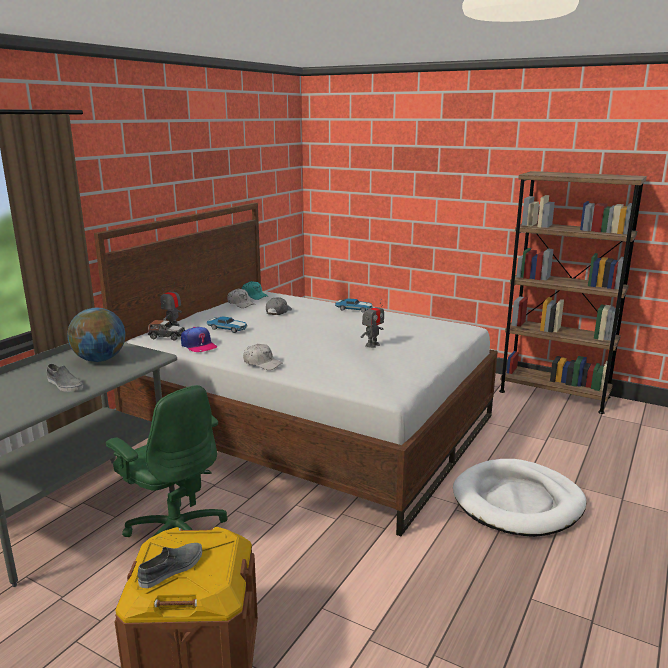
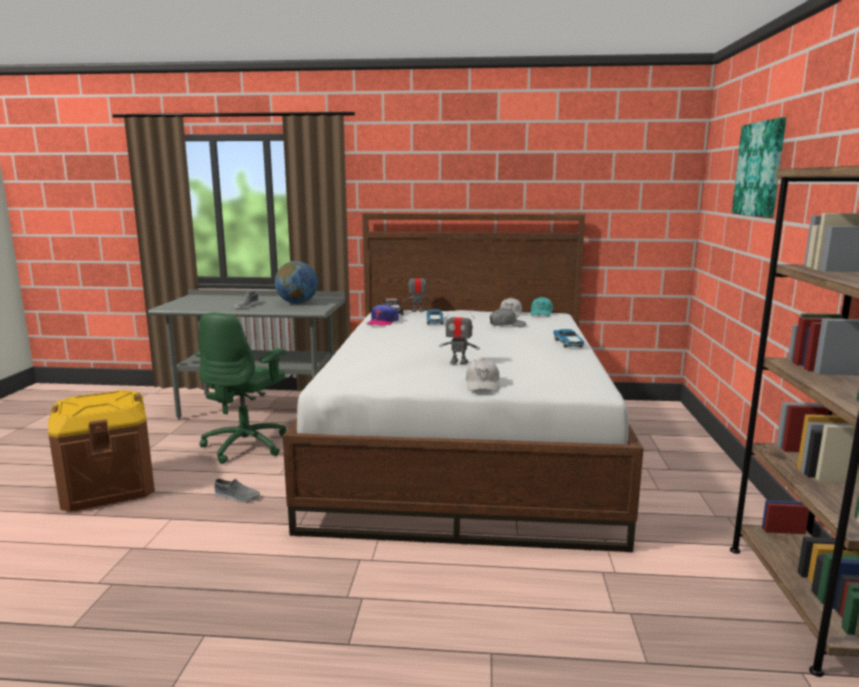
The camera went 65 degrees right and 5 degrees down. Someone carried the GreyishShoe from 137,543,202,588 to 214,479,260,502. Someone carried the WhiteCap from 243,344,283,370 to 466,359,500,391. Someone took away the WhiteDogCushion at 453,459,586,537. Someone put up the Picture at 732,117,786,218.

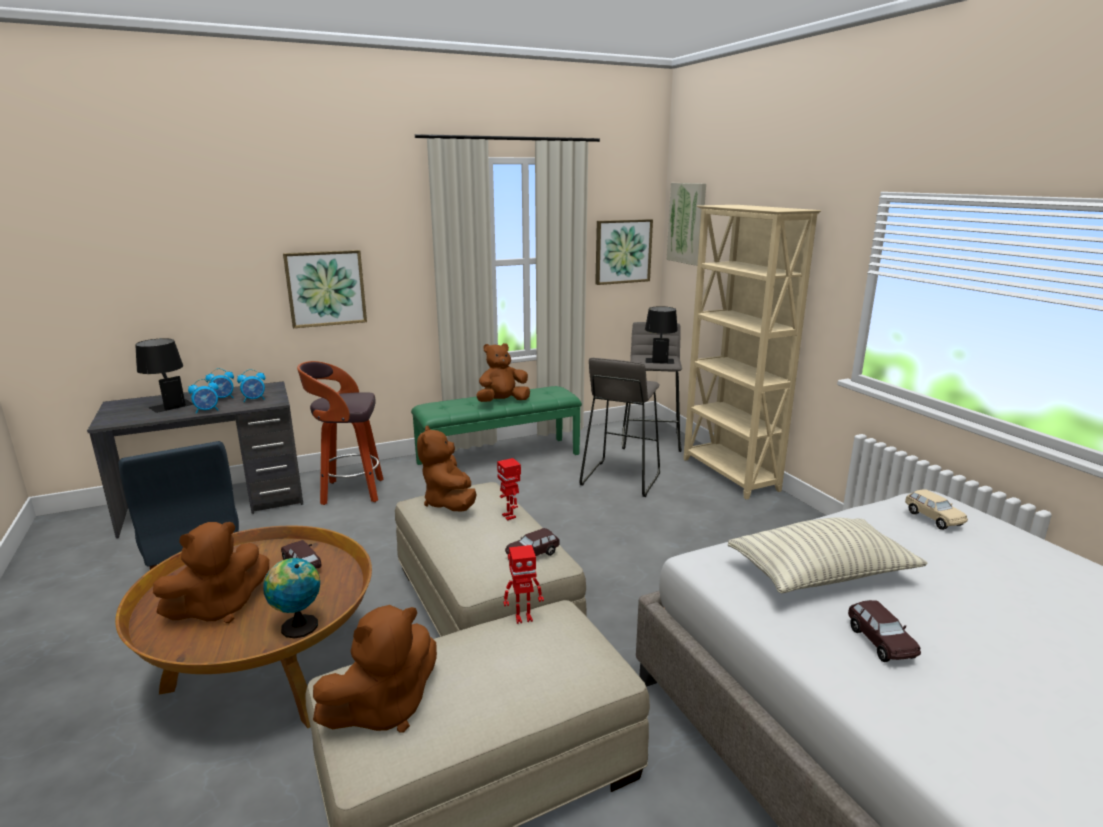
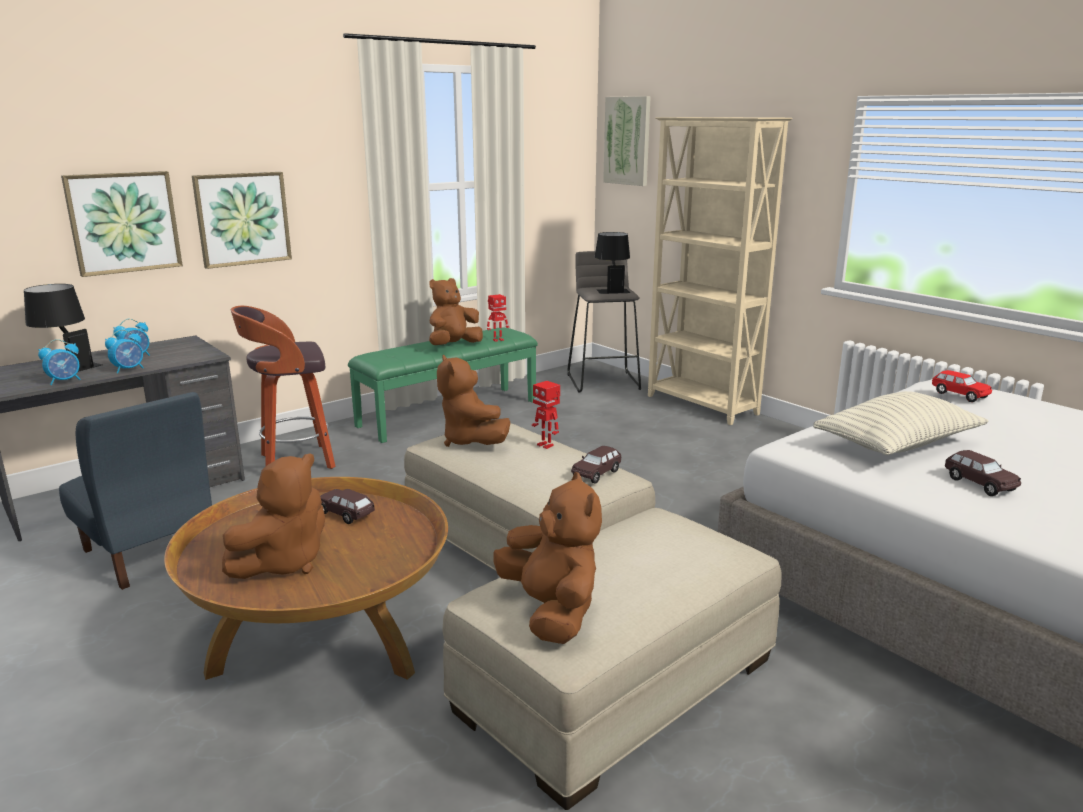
The camera went 15 degrees left and 0 degrees up. Someone carried the TableClock from 237,369,265,402 to 38,339,81,385. Someone took away the DeskGlobe at 263,558,320,639. Someone rotated the BrownishCuddlyToy at 313,605,437,733 by 60 degrees counterclockwise. Someone carried the ModelRobot from 504,545,544,624 to 487,294,510,342. Someone took away the GreyishSittingStool at 579,358,660,497. Someone carried the Picture from 595,219,653,285 to 61,171,183,277. Someone repainted the BeigeToyCar at 905,489,968,530, which became the RedToyCar at 932,370,992,402.

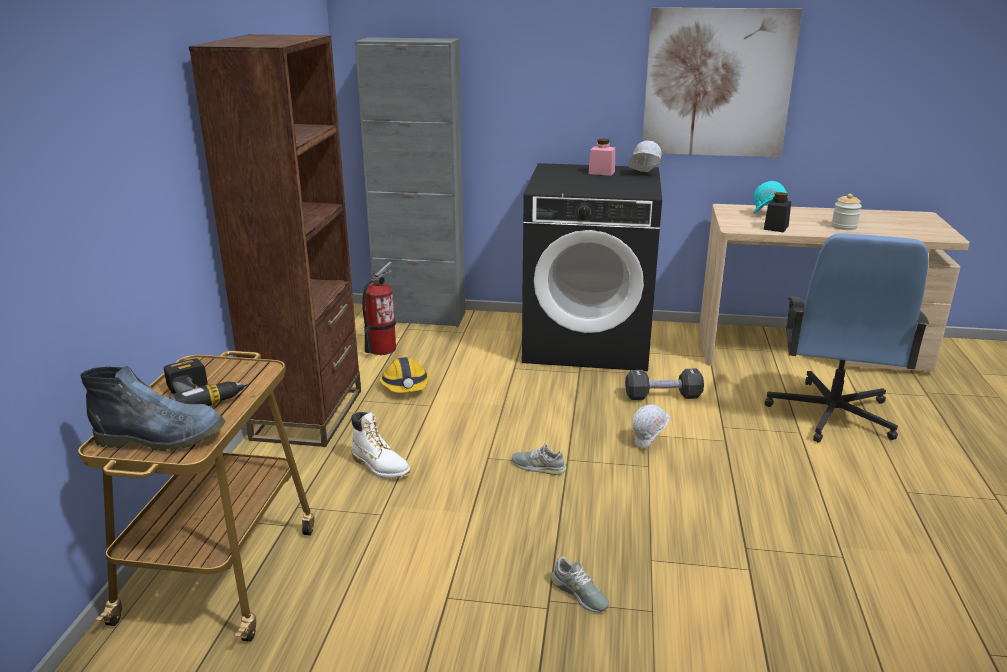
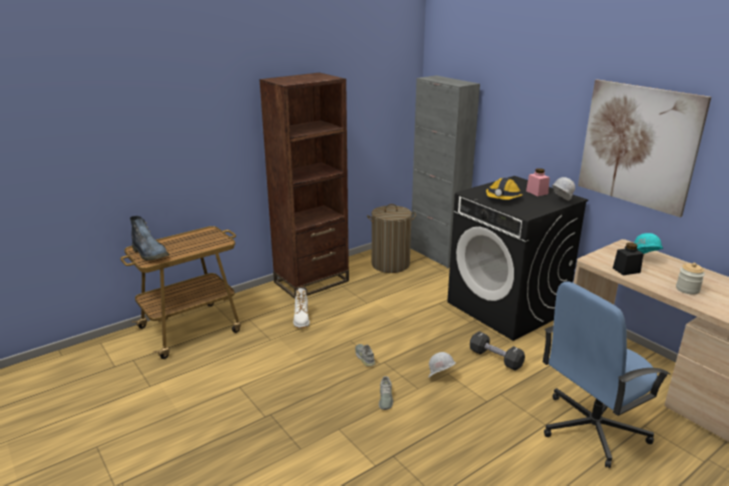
The camera went 45 degrees right and 0 degrees up. Someone took away the ElectricDrill at 164,358,248,406. Someone swapped the Extinguisher at 362,262,396,355 for the Hamper at 367,204,416,273. Someone carried the HardHat from 379,357,430,393 to 486,178,523,200. Someone carried the GreyishShoe from 551,557,609,612 to 379,376,393,410.

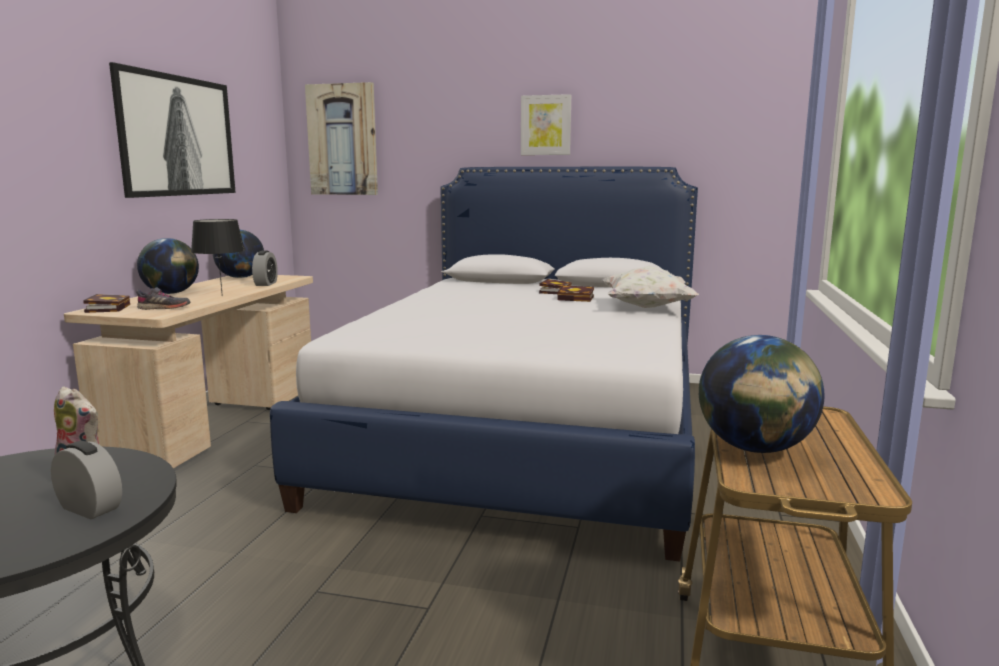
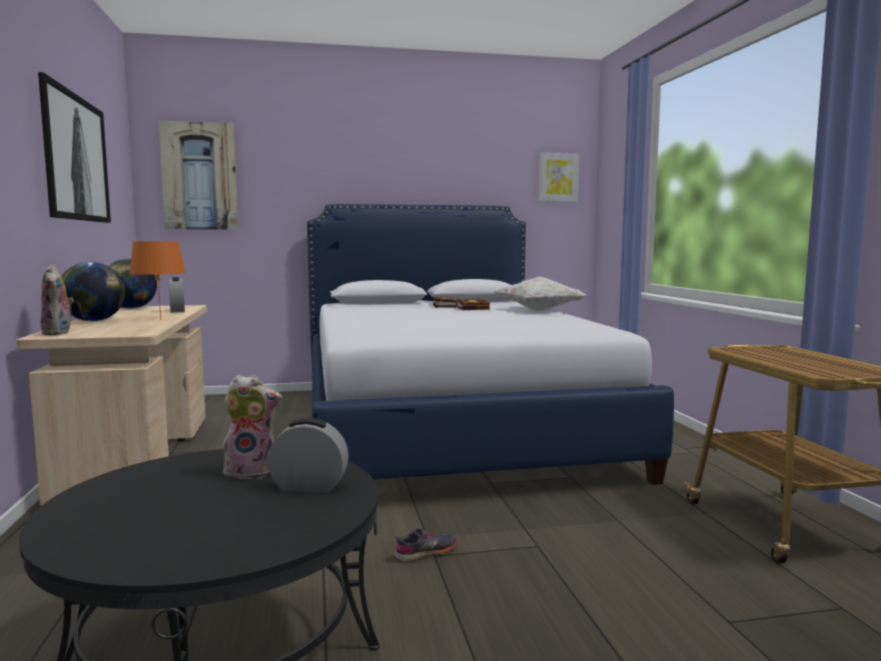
The camera went 25 degrees left and 5 degrees down. Someone swapped the BoundBook at 83,294,130,313 for the CuddlyToy at 40,265,74,335. Someone carried the GreyishShoe from 136,287,191,310 to 395,529,457,563. Someone repainted the BlackishLampForATable at 191,219,245,296, which became the OrangeyLampForATable at 129,242,186,320. Someone carried the Picture from 521,94,571,155 to 538,153,579,202. Someone took away the DeskGlobe at 699,335,825,453.

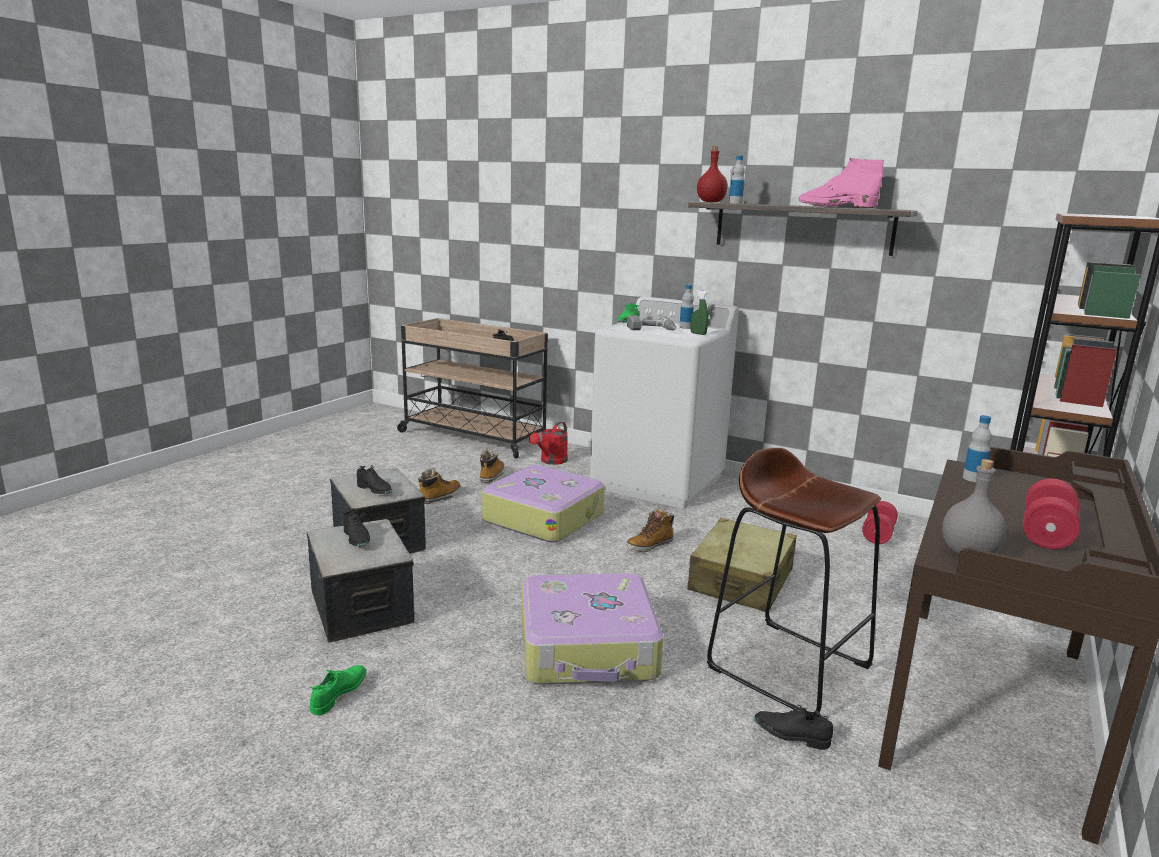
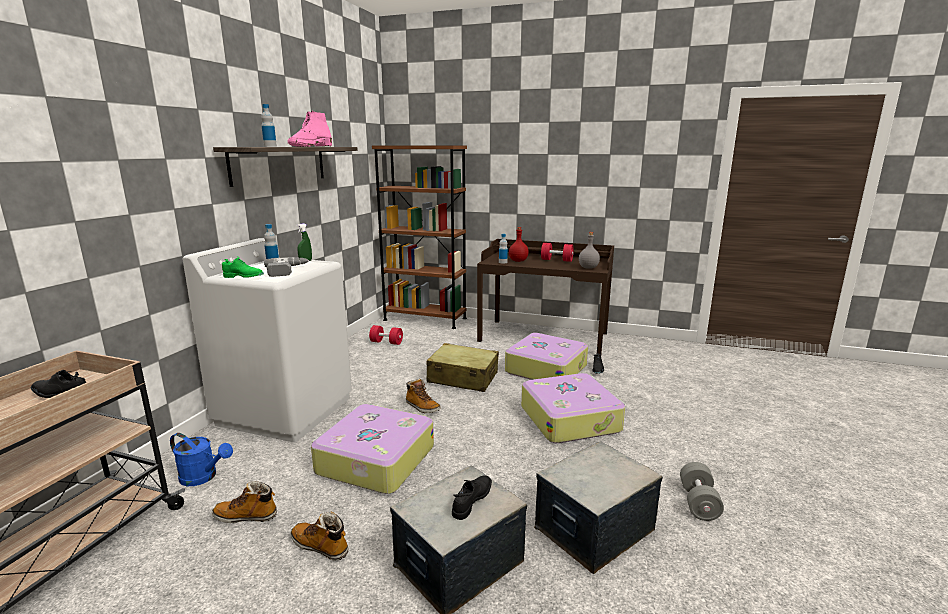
The camera went 100 degrees left and 0 degrees up. Someone swapped the GreenShoe at 310,665,367,715 for the GreyishDumbbell at 680,462,724,521. Someone took away the BlackishShoe at 343,508,370,547. Someone repainted the RedWateringPot at 529,422,568,465, which became the BlueWateringPot at 170,433,233,486. Someone carried the RedBeverageBottle from 697,147,728,202 to 509,227,529,262. Someone swapped the BrownishSittingStool at 707,448,881,717 for the TravelCase at 505,333,588,380.

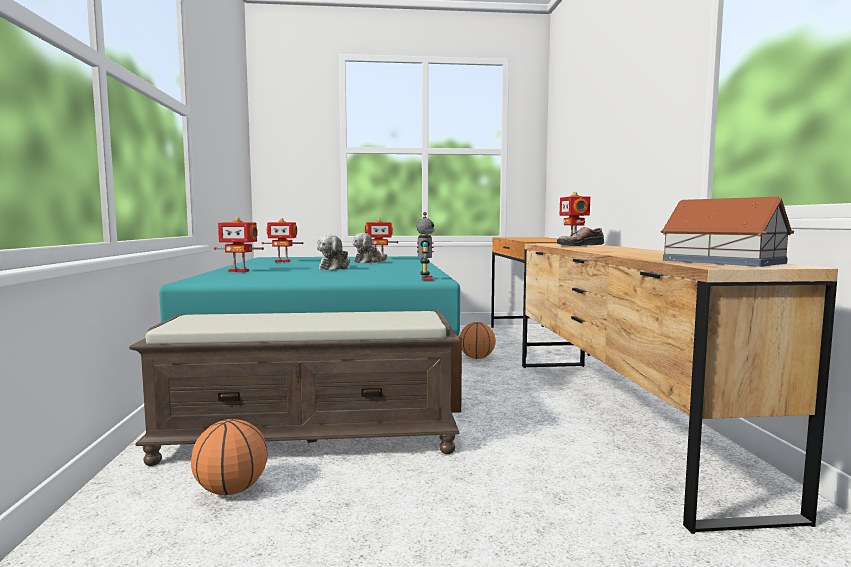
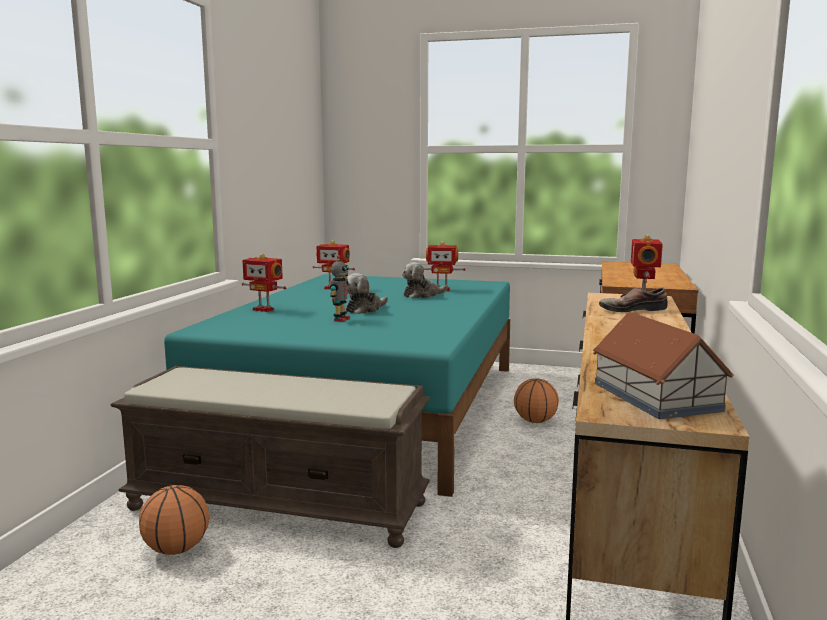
The camera went 20 degrees right and 5 degrees up. Someone carried the ModelRobot from 416,212,435,280 to 330,255,350,322.

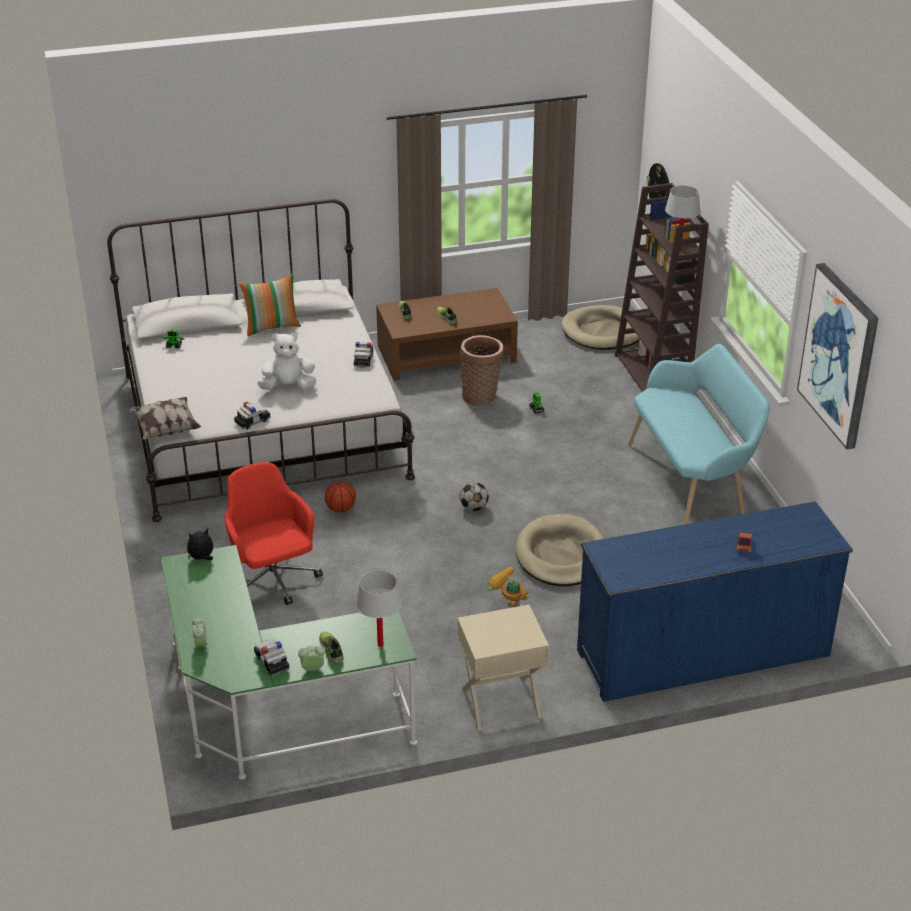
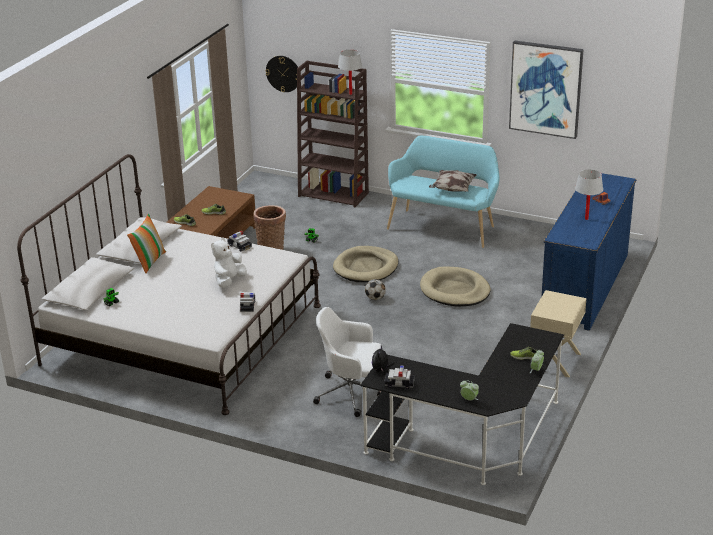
The camera went 50 degrees left and 5 degrees down. Someone carried the Pillow from 129,397,201,439 to 429,170,477,192. Someone repainted the GreenDeskUnit at 161,545,417,780, which became the BlackishDeskUnit at 360,323,564,485. Someone repainted the RedOfficeChair at 224,462,323,605, which became the WhiteOfficeChair at 313,307,382,417. Someone carried the ToyCar from 254,638,289,676 to 384,365,415,389. Someone took away the Basketball at 325,481,356,513. Someone carried the WhiteLampForATable from 356,570,402,647 to 575,169,603,220. Someone took away the ModelRobot at 487,567,530,608. Someone carried the BeigeDogCushion from 561,305,640,350 to 333,246,398,282.

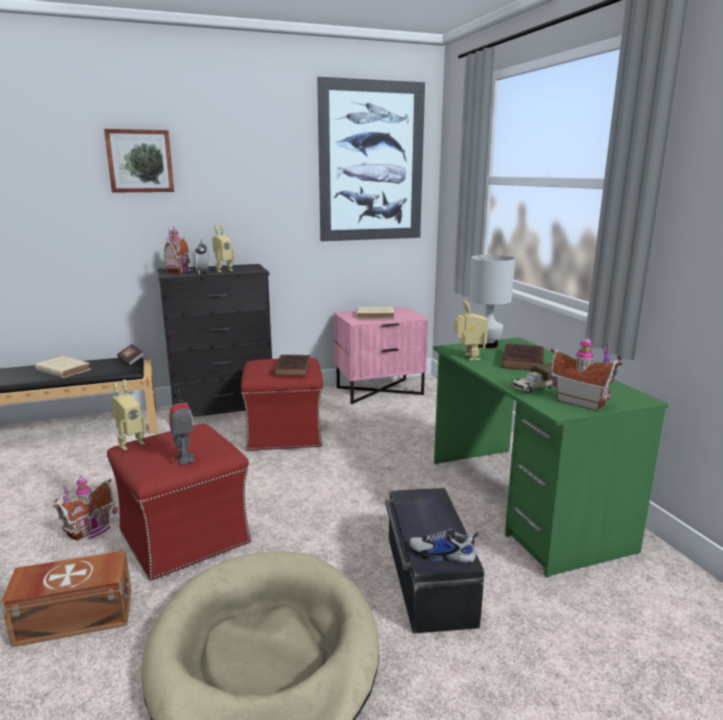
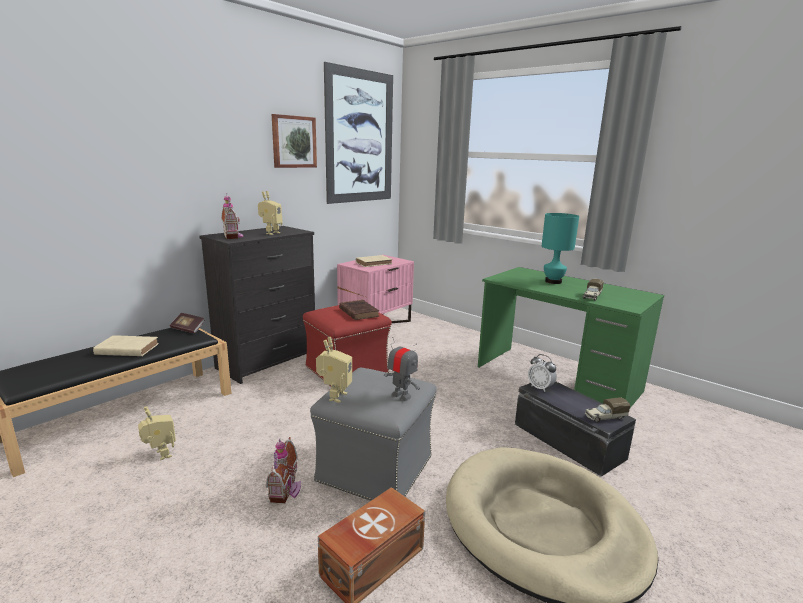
The camera went 30 degrees left and 0 degrees up. Someone carried the Picture from 104,129,174,193 to 272,114,317,168. Someone repainted the RedPouffe at 107,424,251,580, which became the GreyishPouffe at 310,368,437,501. Someone carried the TableClock from 195,241,208,274 to 528,354,557,392. Someone swapped the Shoe at 409,528,479,564 for the ToyTruck at 585,397,630,422. Someone carried the ModelRobot from 454,300,488,360 to 138,406,176,460. Someone took away the WhiteLampForATable at 469,255,515,348. Someone swapped the BrownishBoundBook at 501,344,544,370 for the BlueGreenLampForATable at 542,213,579,284. Someone took away the ModelHouse at 551,335,623,411.

